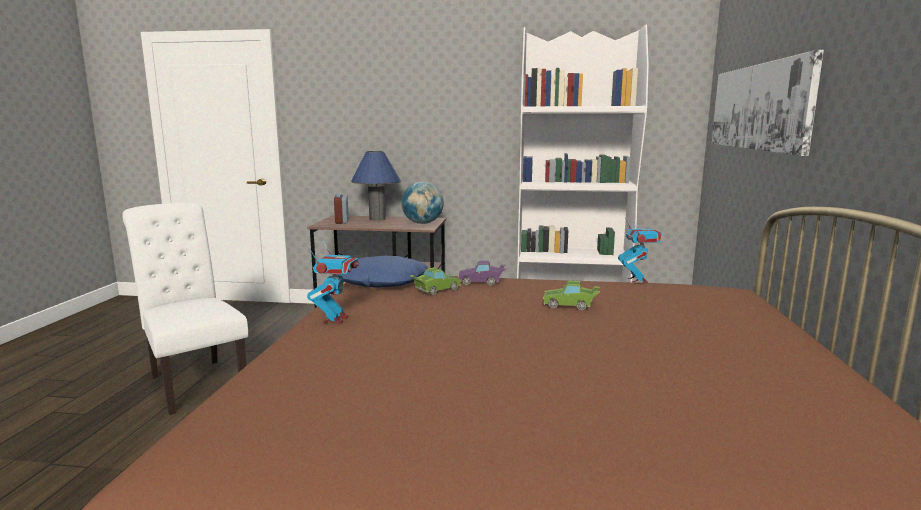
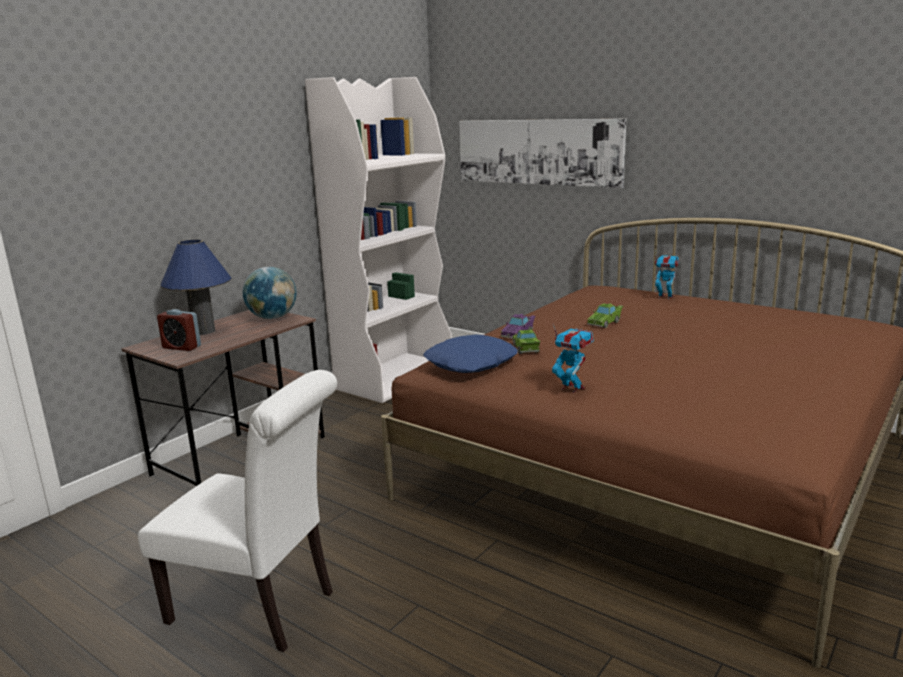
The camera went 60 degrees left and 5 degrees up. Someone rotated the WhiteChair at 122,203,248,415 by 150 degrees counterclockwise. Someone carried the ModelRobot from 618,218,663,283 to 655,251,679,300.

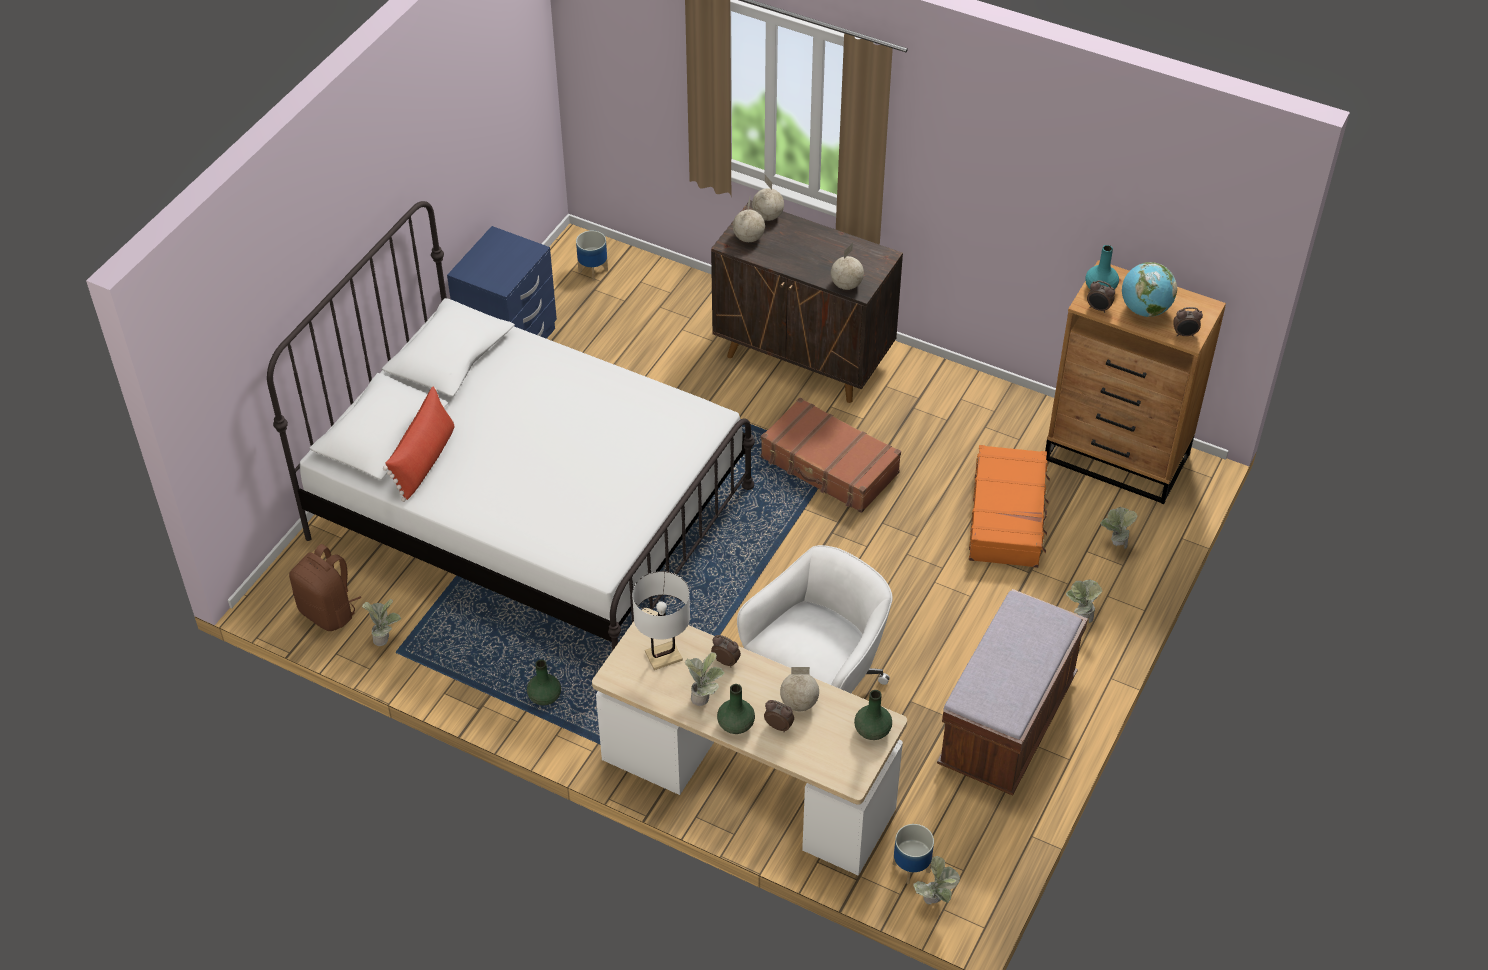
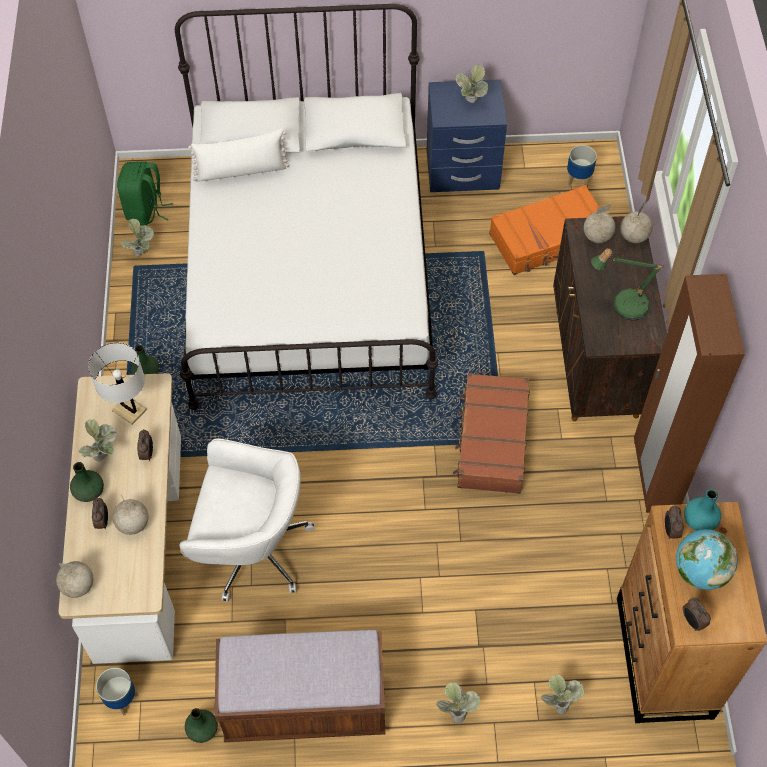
The camera went 60 degrees right and 10 degrees up. Someone repainted the BrownishRucksack at 289,544,361,631, which became the GreenRucksack at 117,162,173,225. Someone repainted the RedPillow at 383,387,454,502, which became the WhitePillow at 188,129,289,182. Someone carried the DeskGlobe from 831,243,864,290 to 56,561,93,598. Someone carried the GreenFlowerVase from 854,690,892,740 to 185,708,218,743. Someone carried the PottedPlant from 913,856,960,905 to 455,65,488,103. Someone carried the OrangeyTravelCase from 969,445,1050,568 to 489,185,600,275. Someone put down the LampForATable at 591,248,663,321. Someone put down the BrownishArmoire at 634,274,745,513.

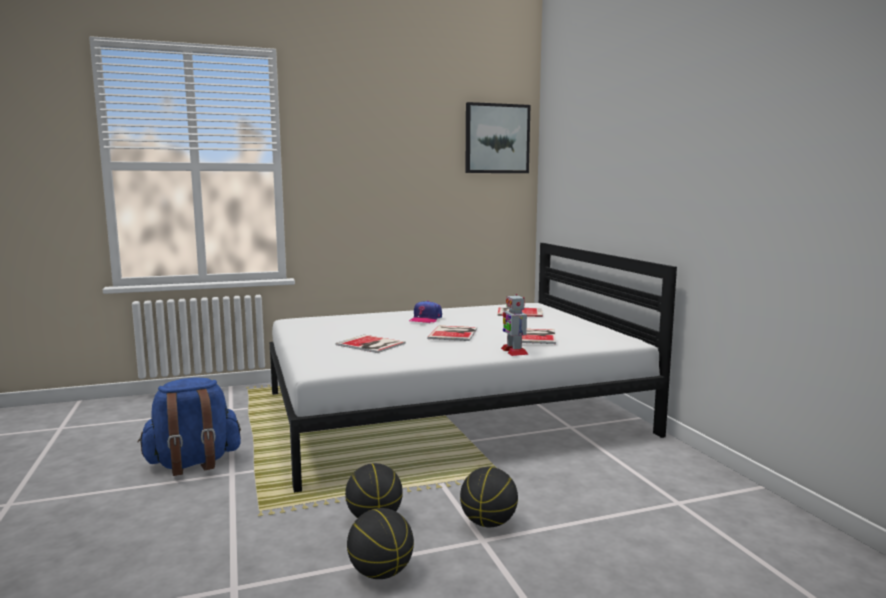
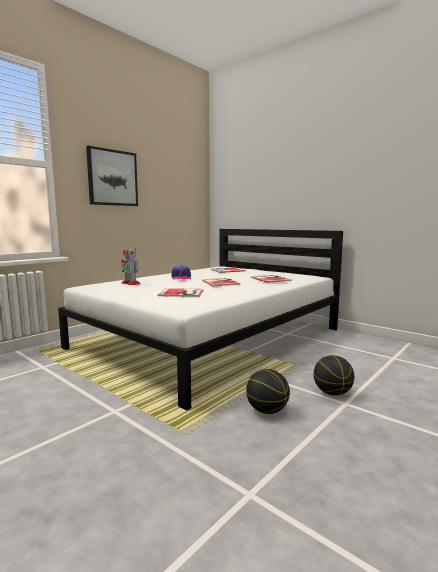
The camera went 30 degrees left and 0 degrees up. Someone took away the BlueRucksack at 137,377,241,476. Someone took away the Basketball at 347,508,414,579. Someone carried the Picture from 465,102,530,173 to 86,146,138,206. Someone carried the ModelRobot from 501,294,529,356 to 121,248,140,285.

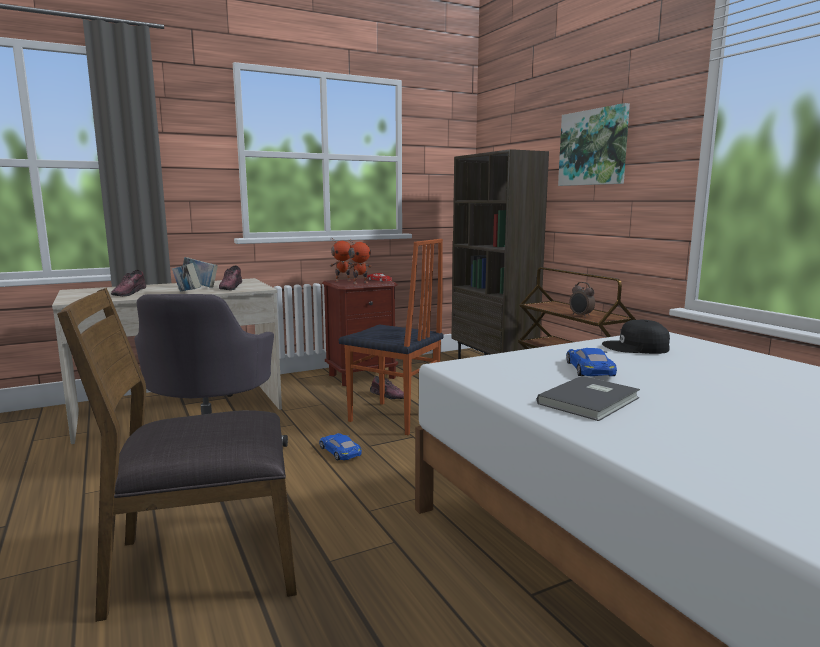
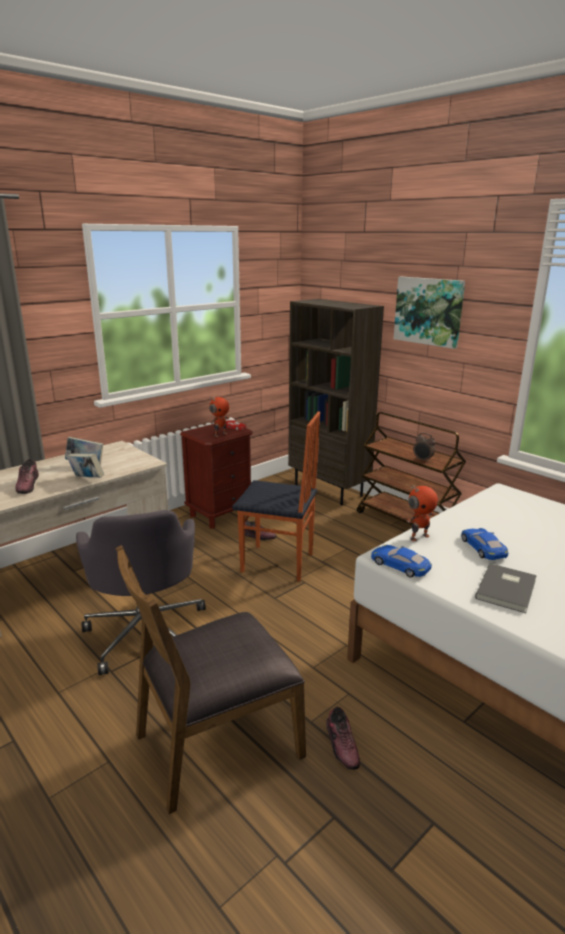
The camera went 15 degrees left and 10 degrees up. Someone carried the Shoe from 219,266,242,290 to 326,707,360,770. Someone carried the BlueToyCar from 319,433,362,461 to 371,545,432,578. Someone carried the ModelRobot from 330,237,354,282 to 407,484,438,542. Someone took away the BlackishCap at 602,320,670,354.

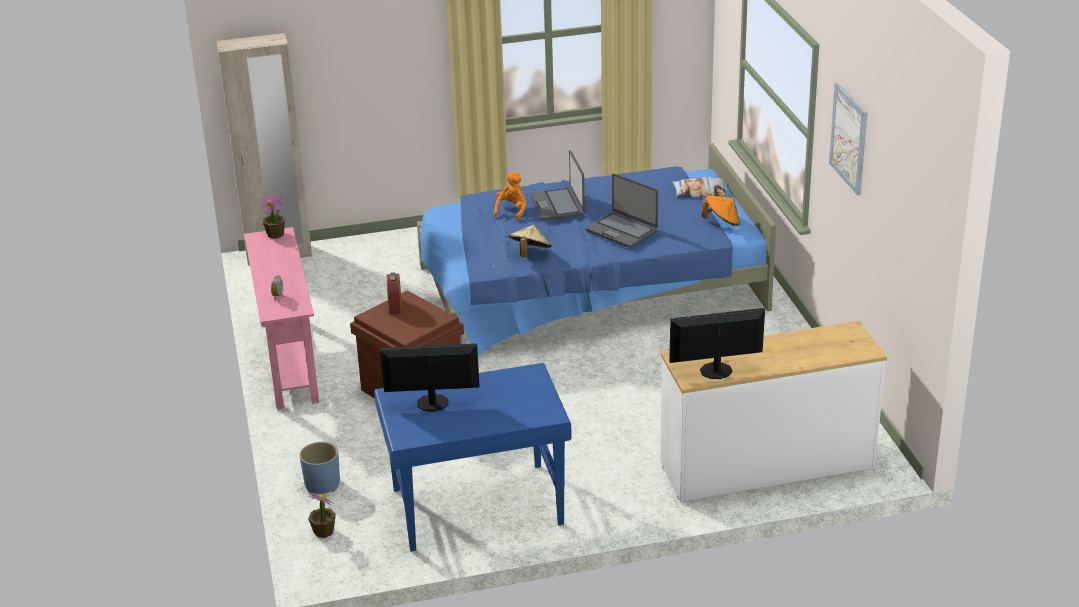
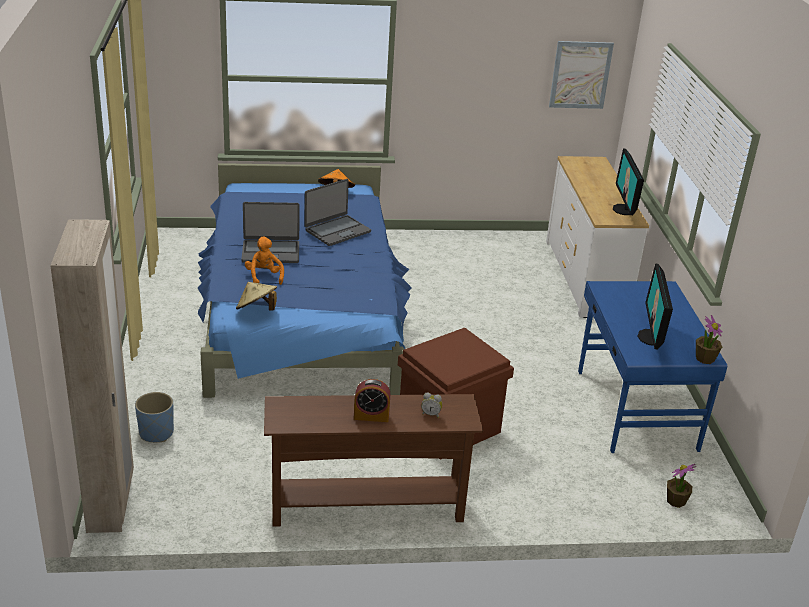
The camera went 85 degrees left and 0 degrees up. Someone repainted the PinkishConsoleTable at 244,227,319,409, which became the BrownishConsoleTable at 264,394,483,527. Someone carried the PottedPlant from 260,193,285,238 to 696,315,723,364. Someone carried the BluePlantPot from 299,442,340,494 to 135,392,174,442. Someone carried the TableClock from 386,273,402,314 to 354,379,390,422. Someone rotated the OrangeyCuddlyToy at 494,171,527,221 by 45 degrees clockwise. Someone carried the BeigeHat from 508,225,552,257 to 236,282,277,311. Someone took away the Pillow at 672,177,726,198. Someone carried the Picture from 829,83,867,196 to 549,41,614,109.

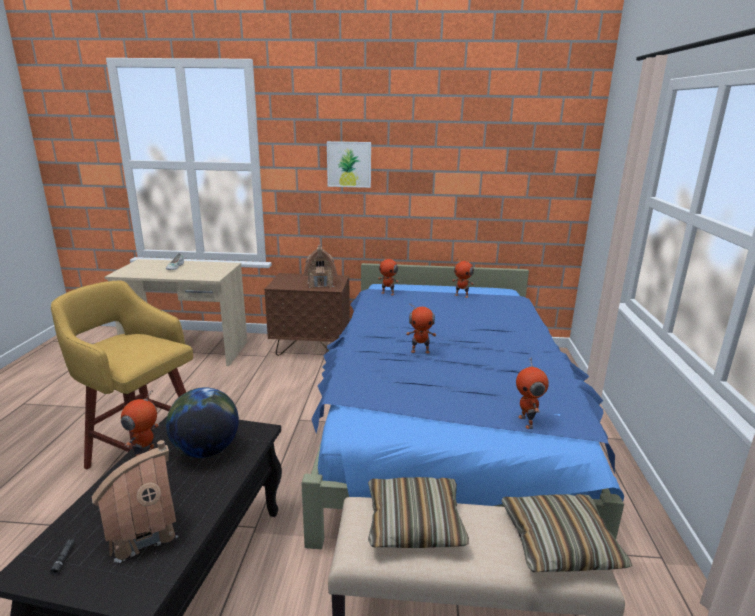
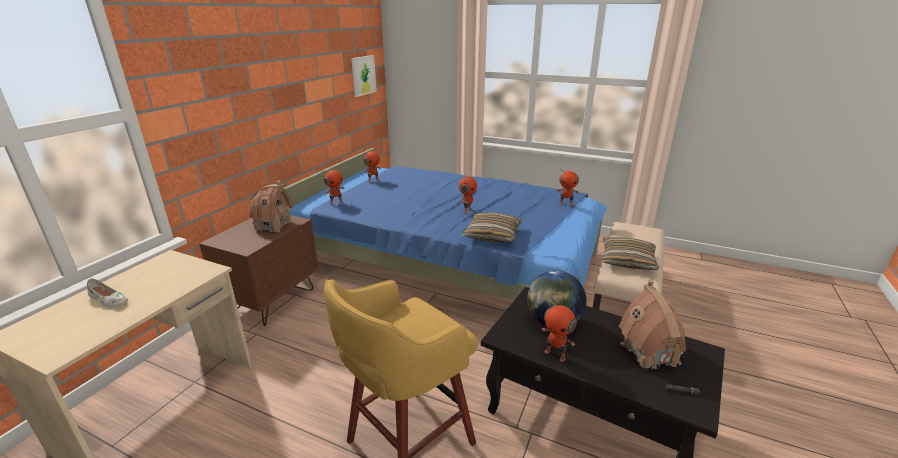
The camera went 70 degrees left and 5 degrees up. Someone carried the Picture from 327,141,371,188 to 351,55,377,97. Someone carried the Pillow from 501,494,632,572 to 462,212,521,242.

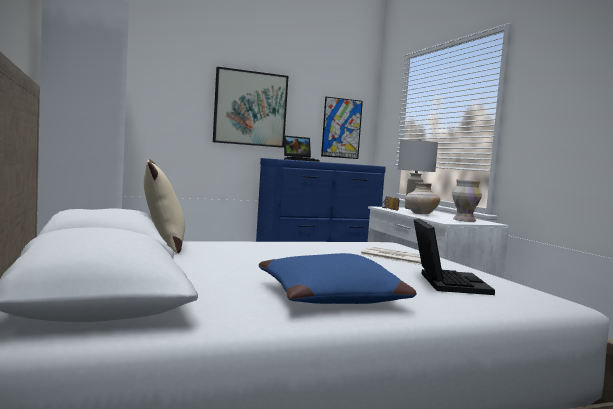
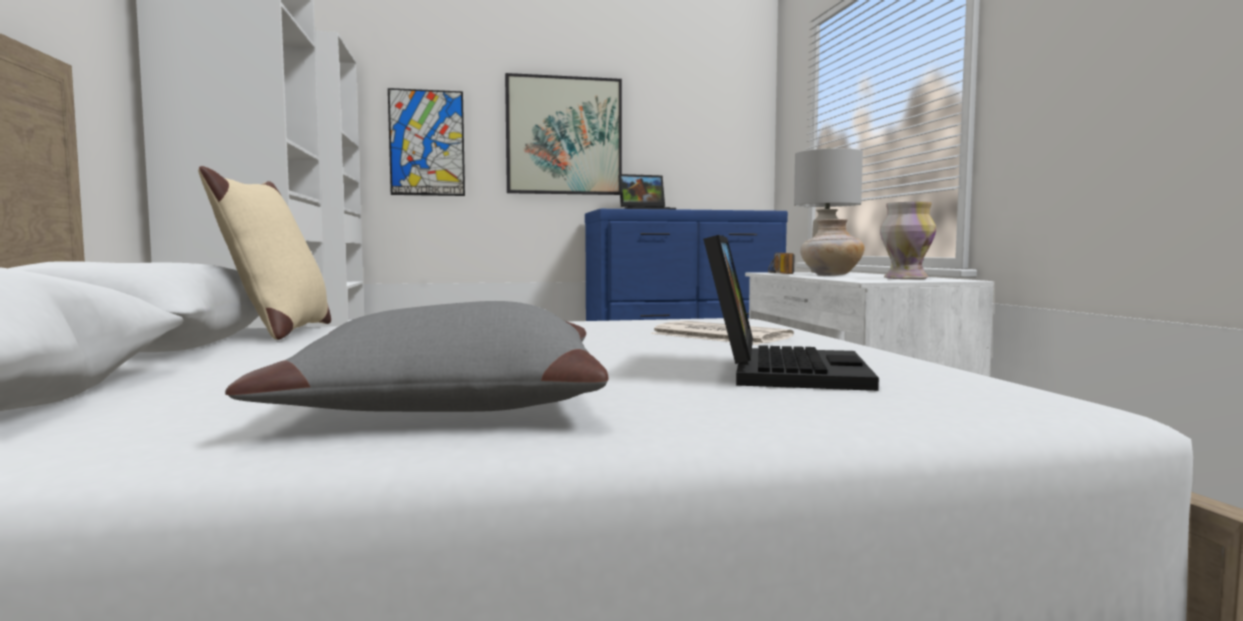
The camera went 10 degrees right and 0 degrees up. Someone repainted the BluePillow at 259,253,417,304, which became the GreyishPillow at 225,301,608,412. Someone carried the Picture from 321,97,363,159 to 388,88,465,196.

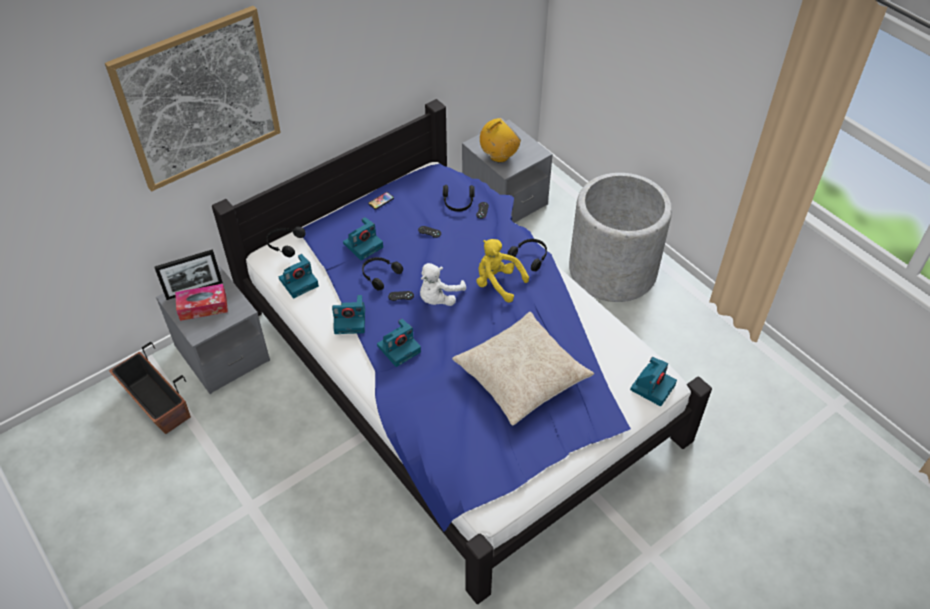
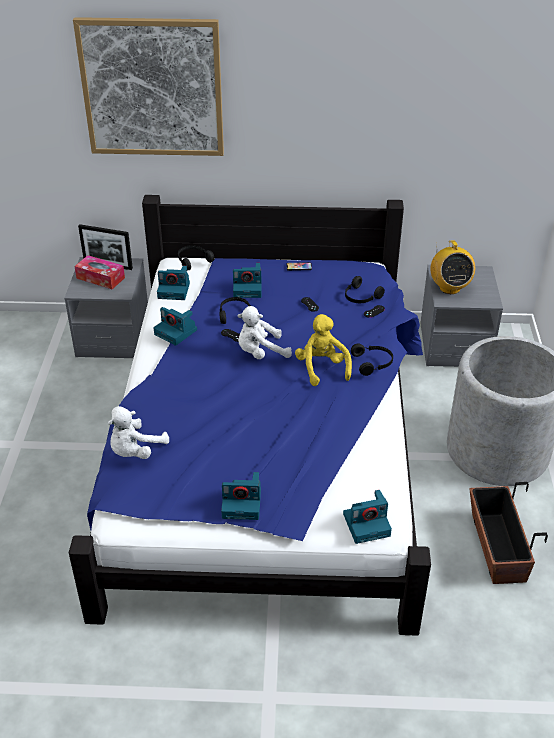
The camera went 40 degrees right and 10 degrees down. Someone carried the PlantPot from 109,342,191,434 to 469,482,548,584. Someone carried the PhotoCamera from 377,319,421,367 to 221,472,261,520. Someone took away the BeigePillow at 452,312,594,425. Someone rotated the Radio at 480,118,521,163 by 75 degrees clockwise. Someone put down the WhiteCuddlyToy at 108,406,169,459.

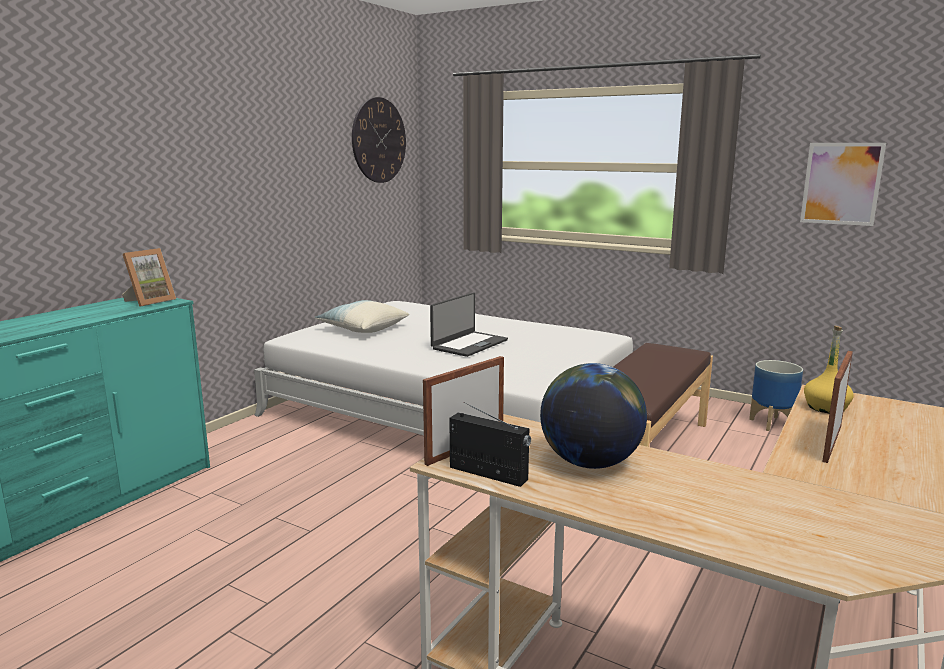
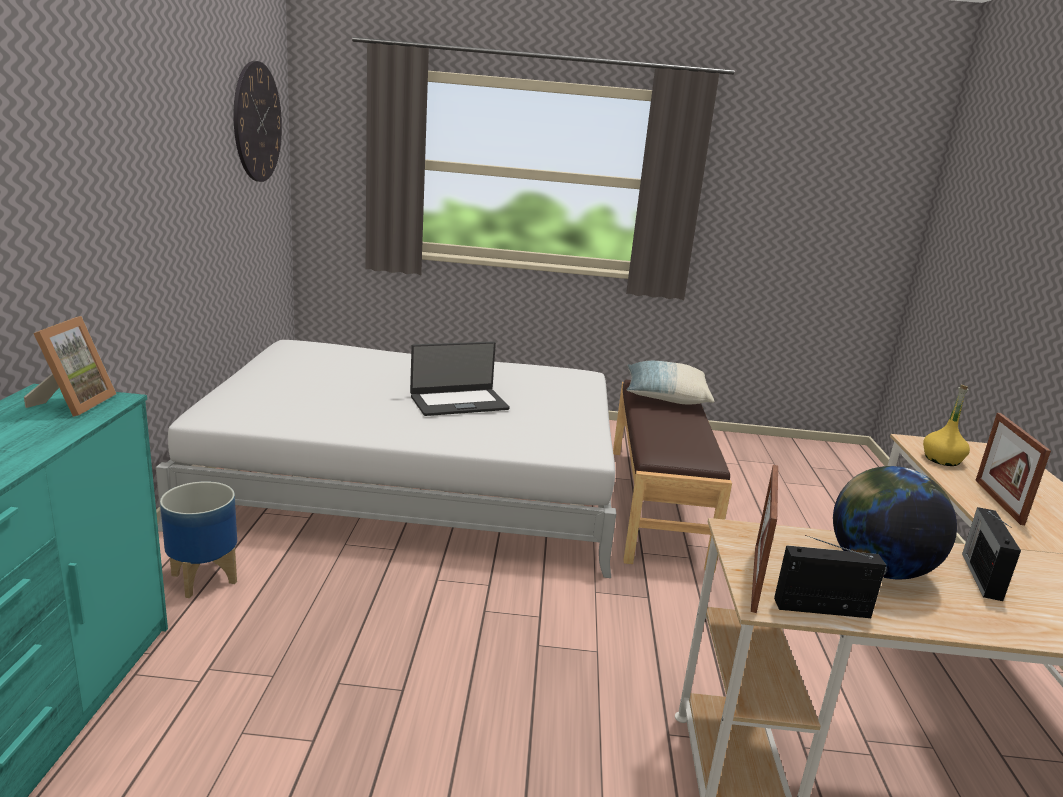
The camera went 30 degrees left and 5 degrees up. Someone carried the Pillow from 314,300,409,333 to 626,361,714,404. Someone rotated the Laptop at 430,292,508,357 by 60 degrees clockwise. Someone carried the PlantPot from 749,360,803,431 to 160,481,237,598. Someone took away the Picture at 800,143,886,226. Someone put down the Radio at 962,507,1021,601.

